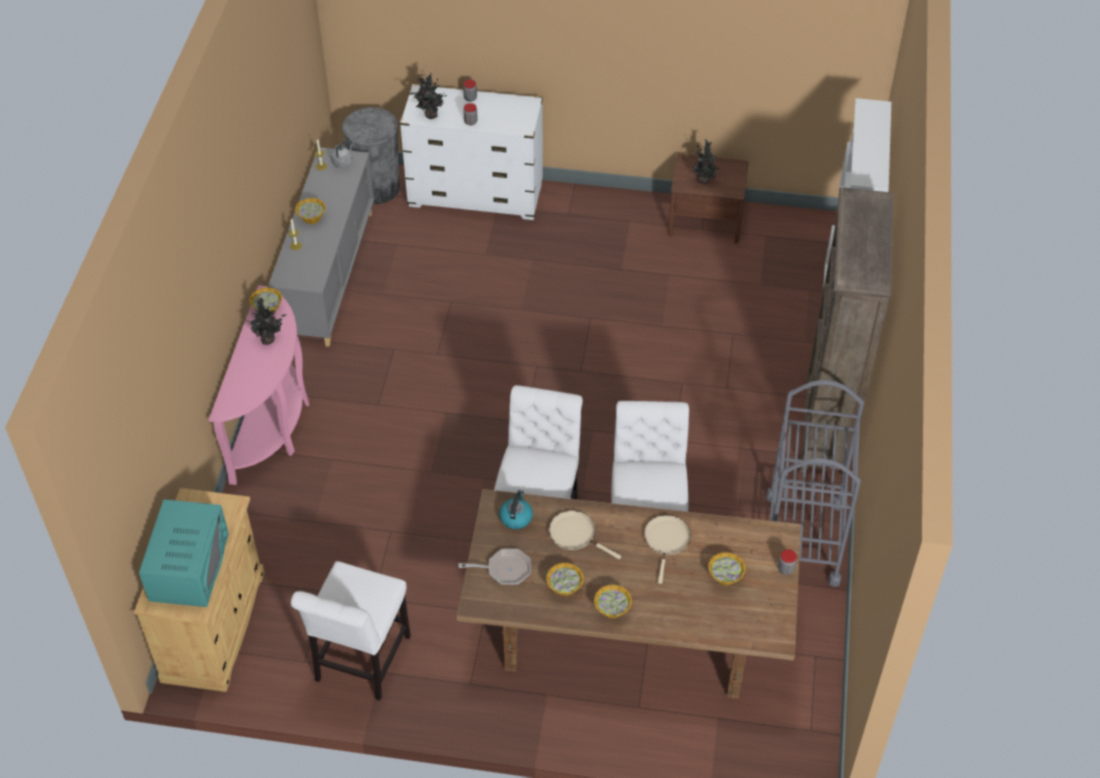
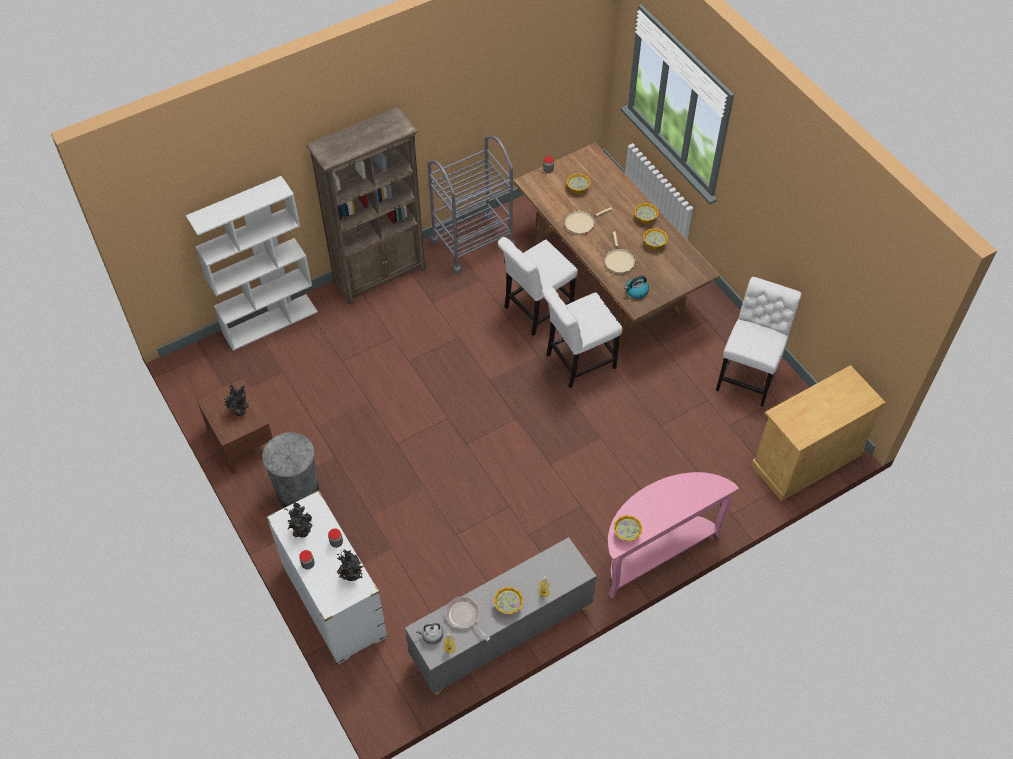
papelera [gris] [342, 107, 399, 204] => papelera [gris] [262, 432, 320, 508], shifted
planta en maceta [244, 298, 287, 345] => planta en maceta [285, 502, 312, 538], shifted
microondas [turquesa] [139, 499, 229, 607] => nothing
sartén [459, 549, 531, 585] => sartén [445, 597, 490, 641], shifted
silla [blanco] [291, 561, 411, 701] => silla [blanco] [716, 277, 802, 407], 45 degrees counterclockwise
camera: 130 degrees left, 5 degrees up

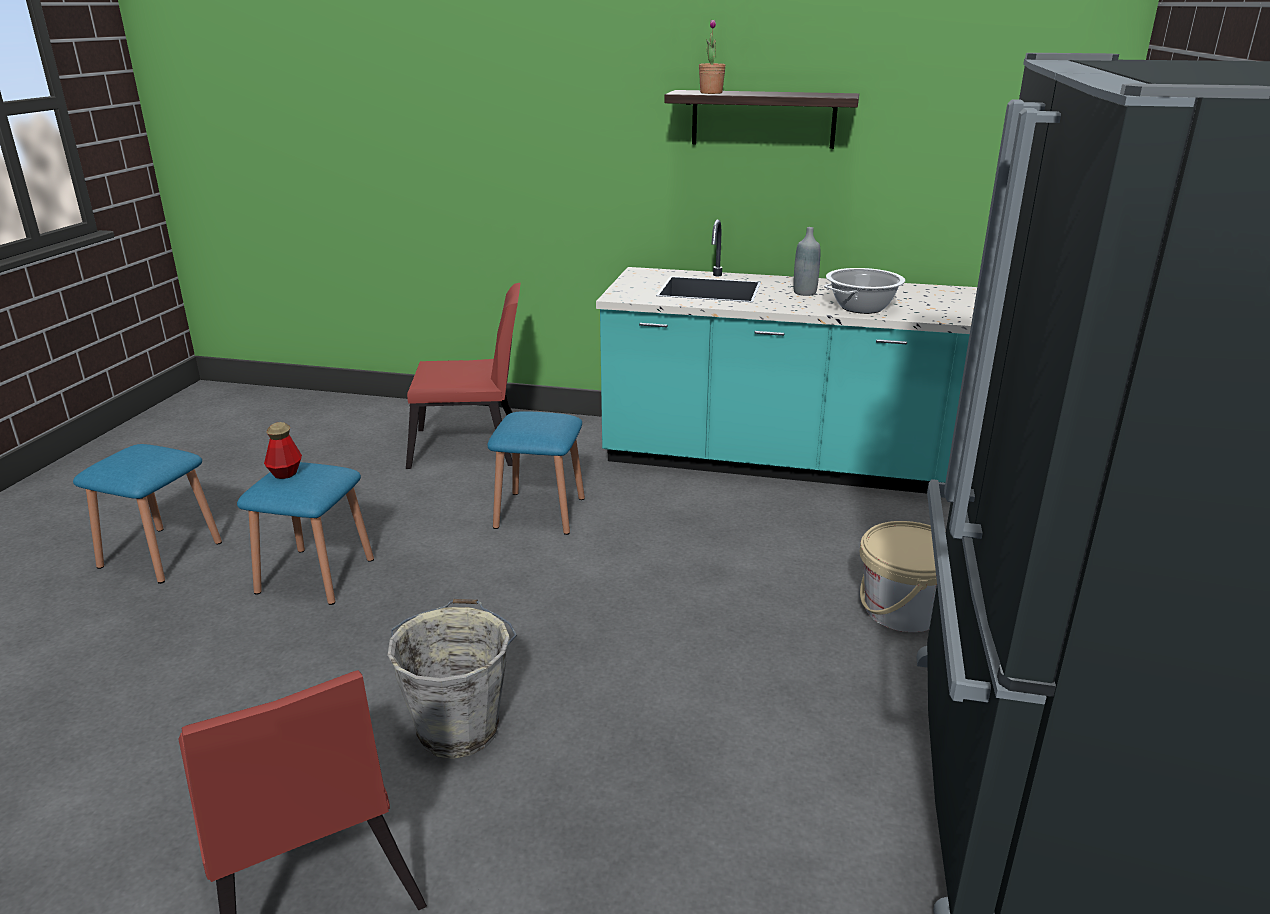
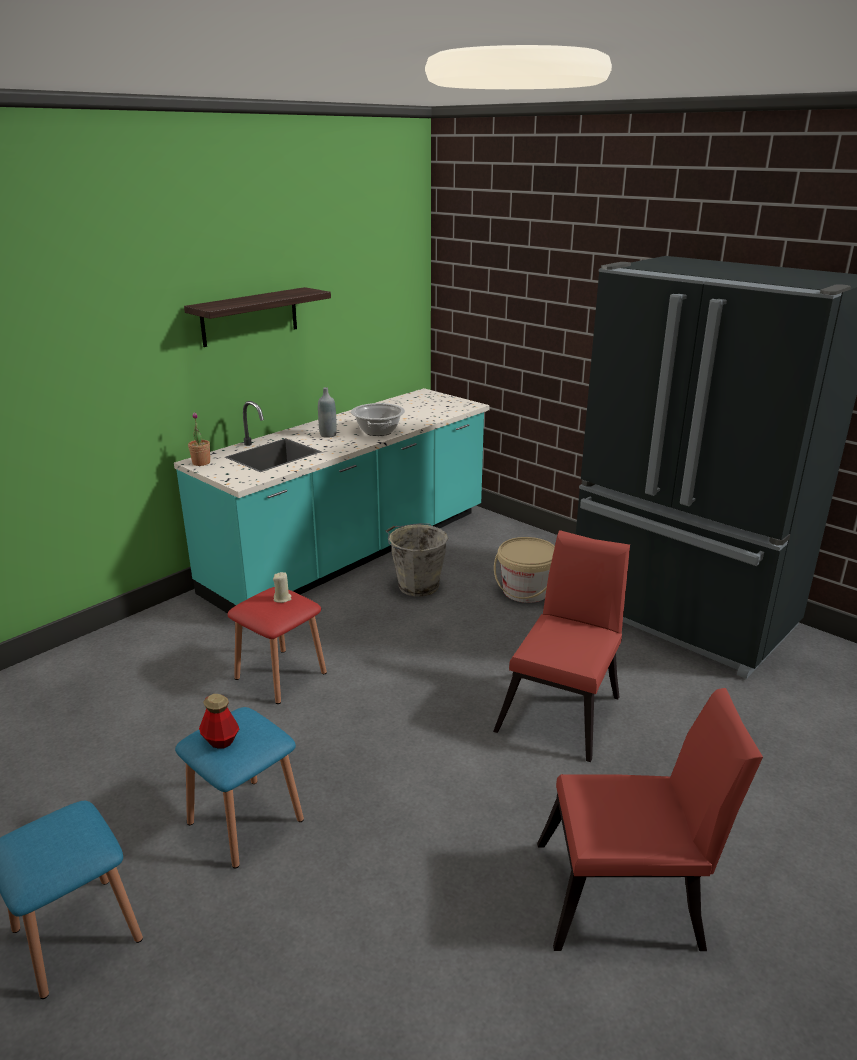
planta en maceta [699, 19, 726, 94] => planta en maceta [188, 412, 210, 466], shifted
silla [rojo] [406, 283, 521, 469] => silla [rojo] [493, 530, 630, 762], shifted
taburete [azul] [487, 411, 585, 535] => taburete [rojo] [227, 587, 327, 704]
cubo [gris] [387, 599, 517, 759] => cubo [gris] [386, 523, 448, 597], shifted
nothing => vela [beis] [273, 572, 291, 603]
camera: 60 degrees left, 0 degrees up

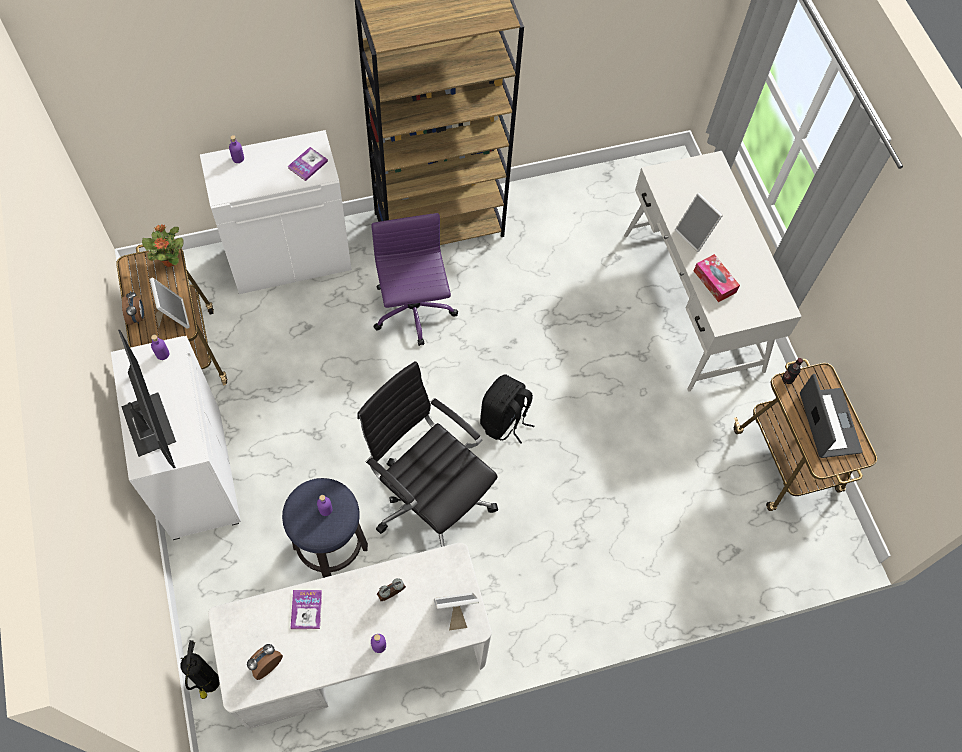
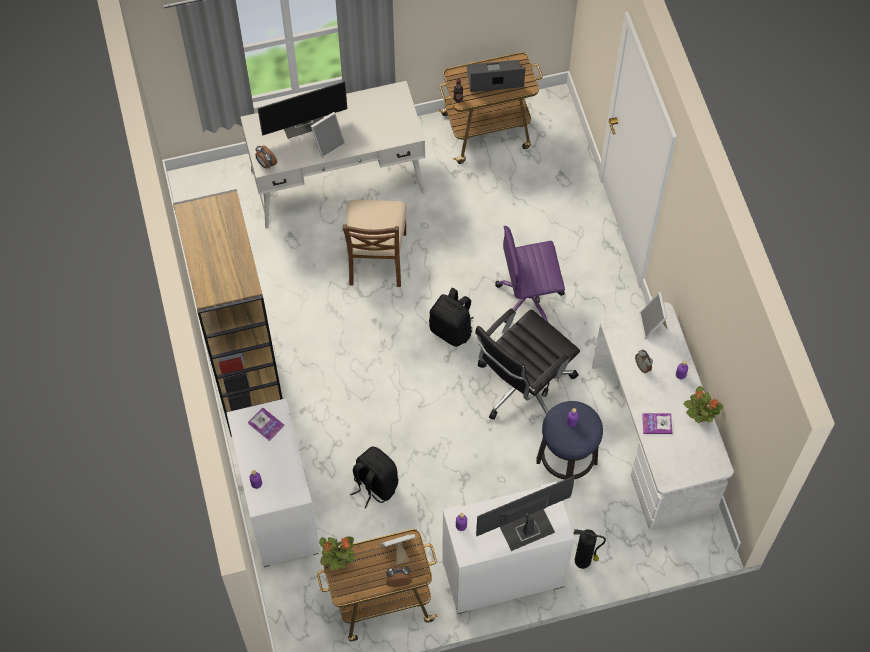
silla de oficina [morado] [371, 213, 458, 346] => silla de oficina [morado] [495, 226, 565, 323], shifted
caja de pañuelos [694, 254, 740, 302] => nothing
extintor [180, 640, 220, 699] => extintor [574, 529, 606, 569], shifted
despertador [247, 644, 283, 680] => despertador [255, 145, 277, 169], shifted
nothing => monitor [258, 81, 347, 139]
nothing => silla [marrón] [343, 200, 407, 287]
nothing => planta en maceta [684, 386, 724, 423]
nothing => mochila [negro] [350, 446, 398, 508]
camera: 85 degrees left, 0 degrees up

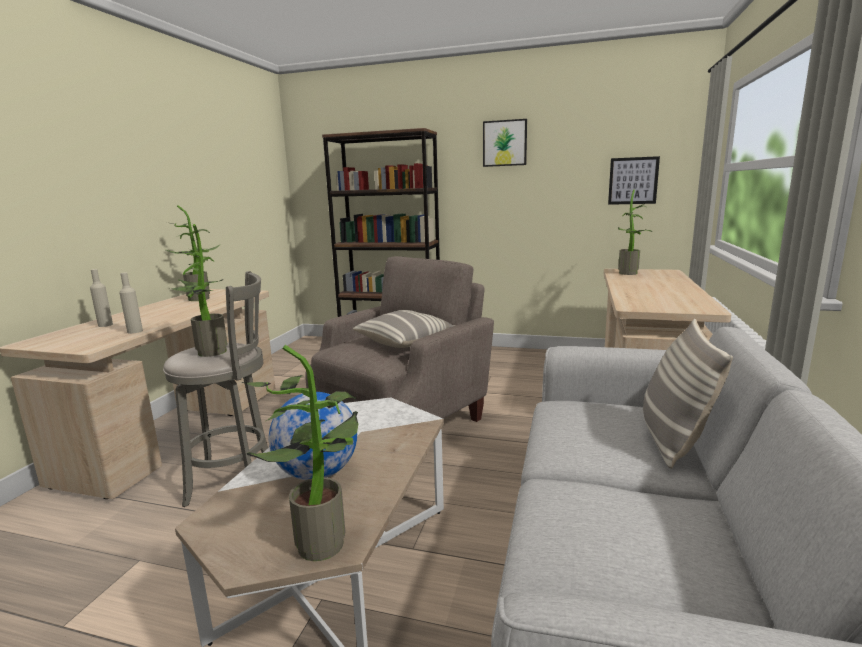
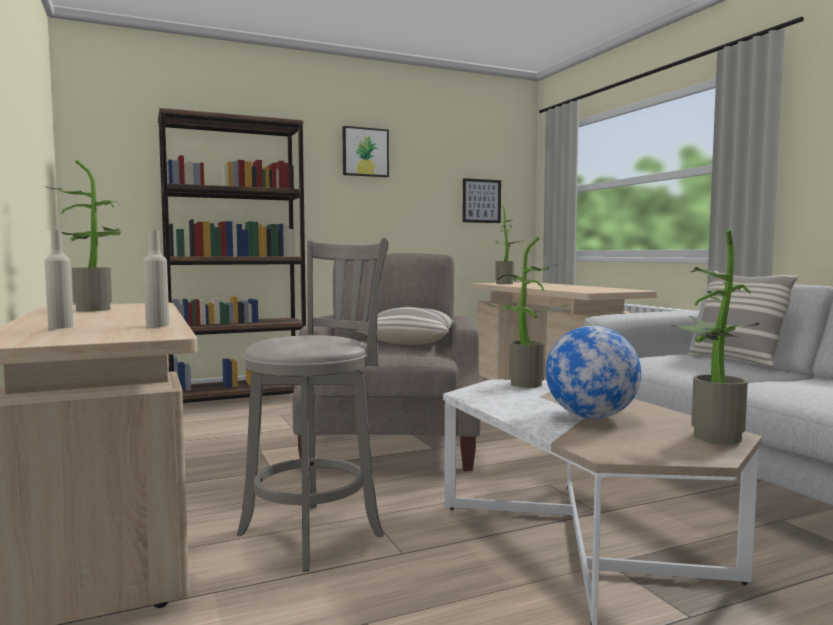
planta en maceta [171, 224, 228, 357] => planta en maceta [485, 237, 565, 388], shifted
camera: 40 degrees left, 10 degrees down

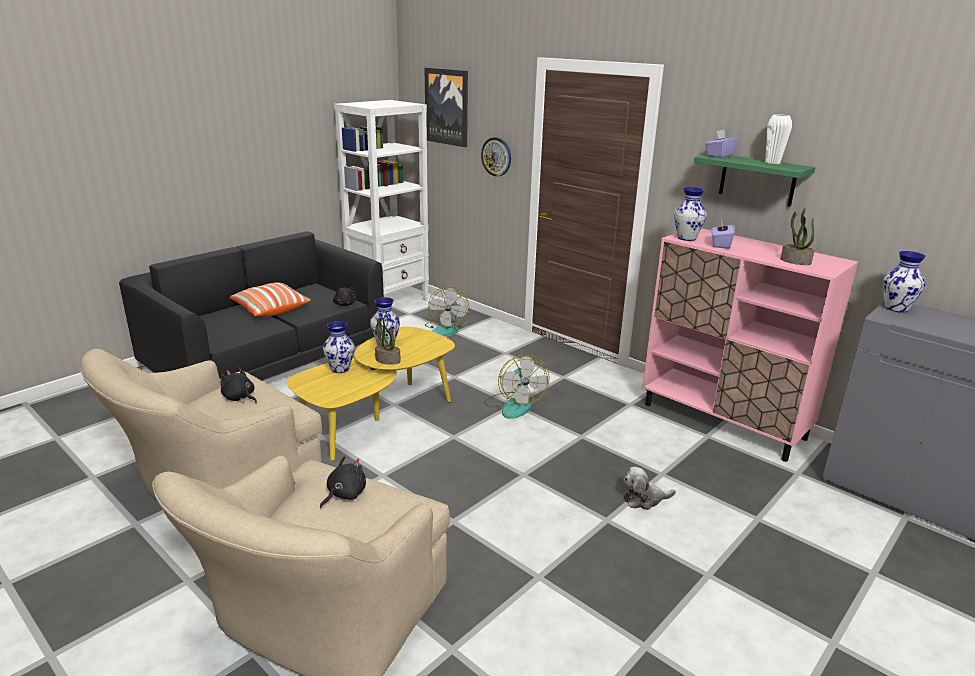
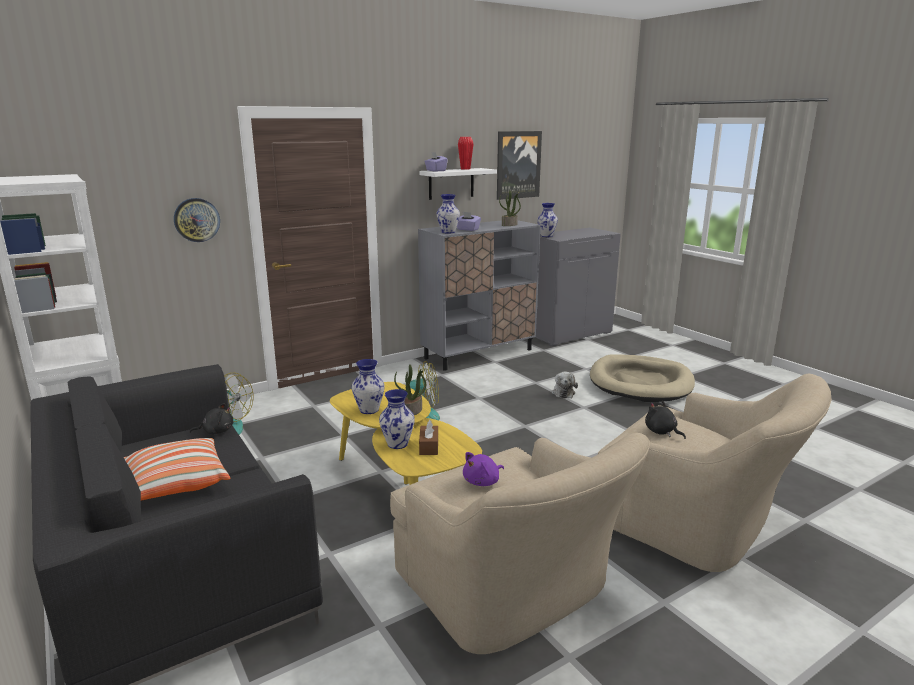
cuadro [425, 68, 468, 147] => cuadro [497, 131, 542, 200], shifted
florero [blanco] [765, 114, 792, 164] => florero [rojo] [458, 137, 473, 170]
estante [verde] [694, 154, 815, 207] => estante [blanco] [419, 168, 497, 200]
armario [rosa] [642, 228, 858, 462] => armario [gris] [418, 220, 541, 371]
peluche [negro] [221, 367, 257, 403] => peluche [morado] [463, 452, 504, 486]
nothing => cama para perro [beis] [590, 354, 695, 402]
nothing => caja de pañuelos [marrón] [419, 420, 438, 455]
camera: 75 degrees left, 5 degrees down

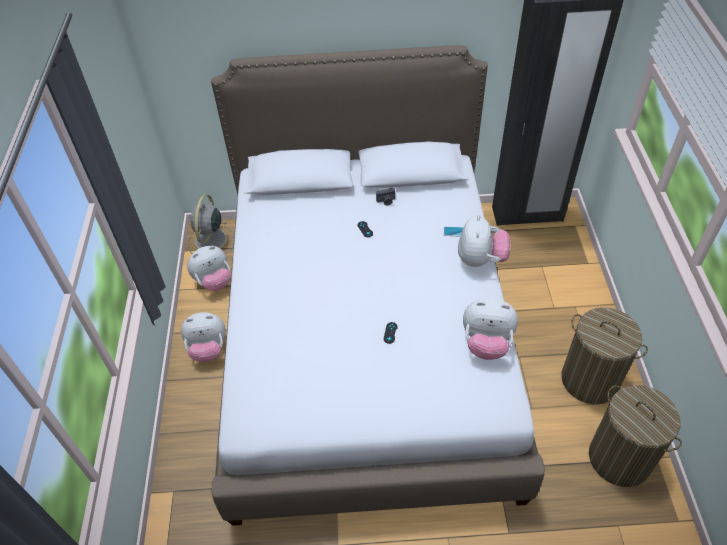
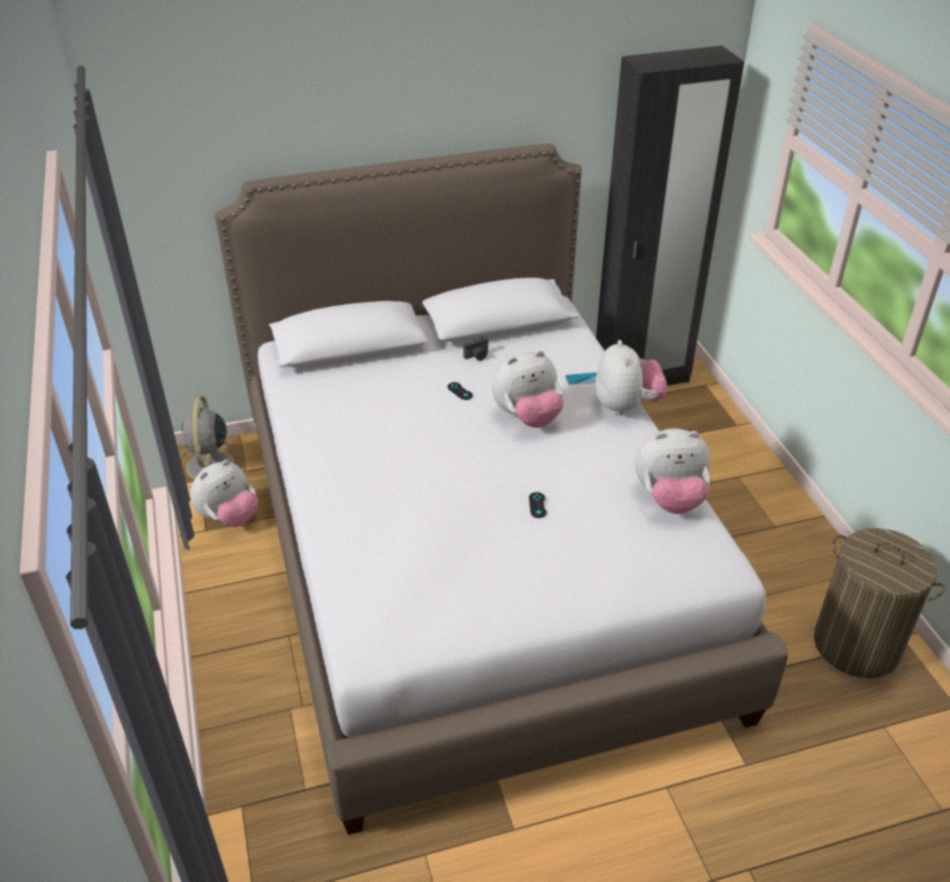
cesto de la ropa [561, 307, 648, 404] => nothing
peluche [181, 312, 226, 362] => peluche [492, 350, 564, 428], shifted
camera: 15 degrees left, 10 degrees down

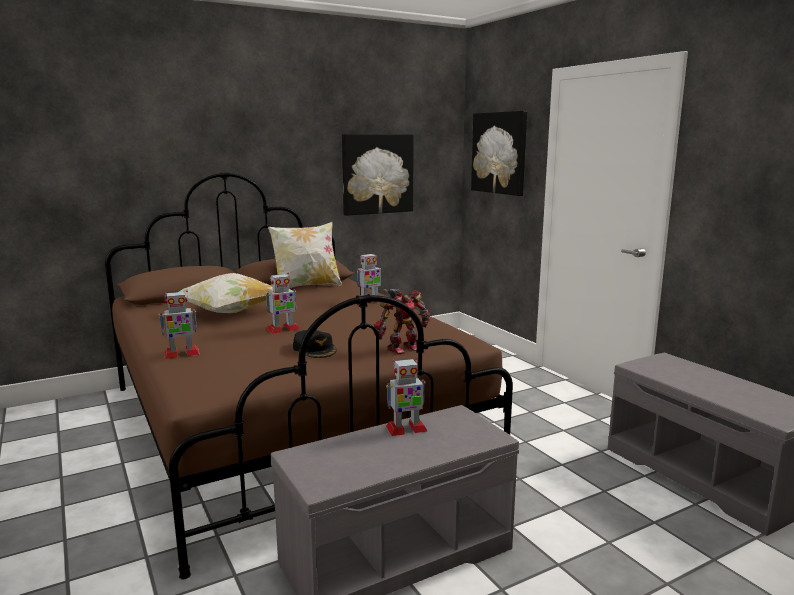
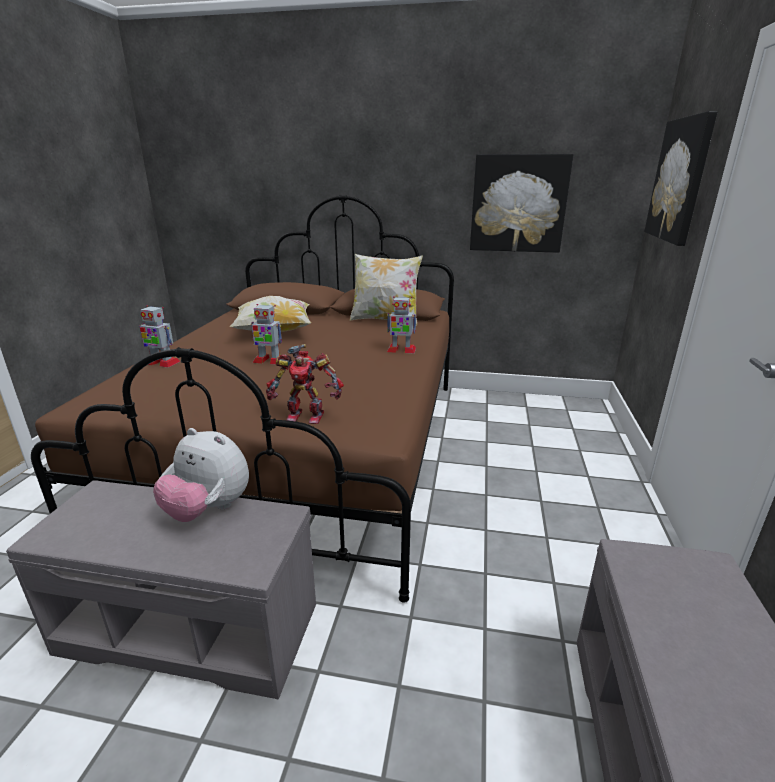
gorra [negro] [293, 330, 337, 358] => nothing
robot de juguete [386, 358, 427, 436] => peluche [153, 428, 249, 522]
camera: 40 degrees right, 10 degrees up

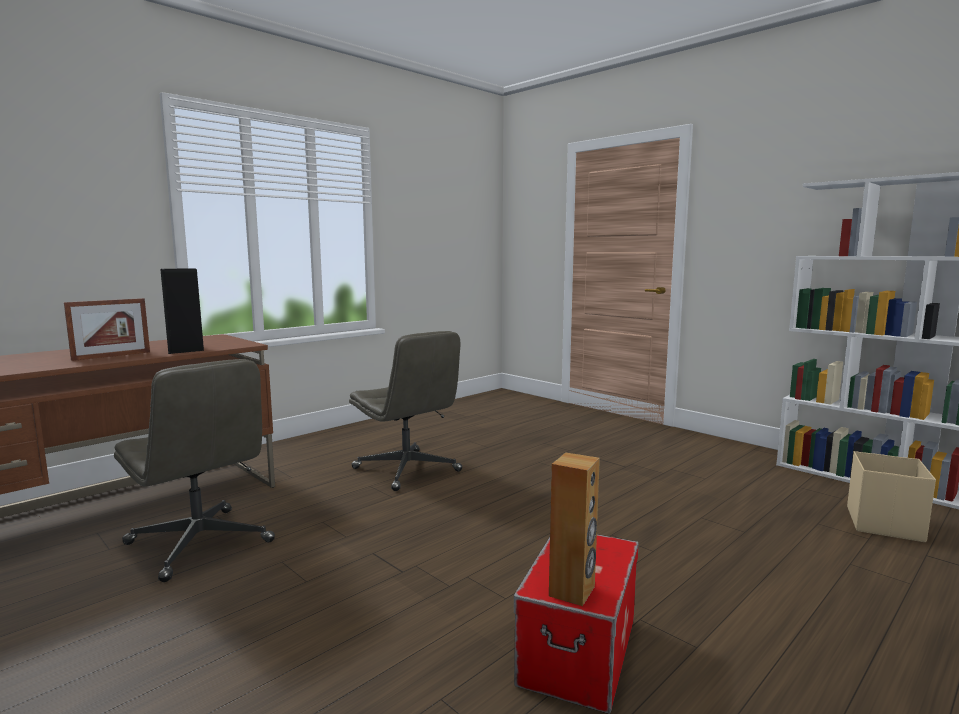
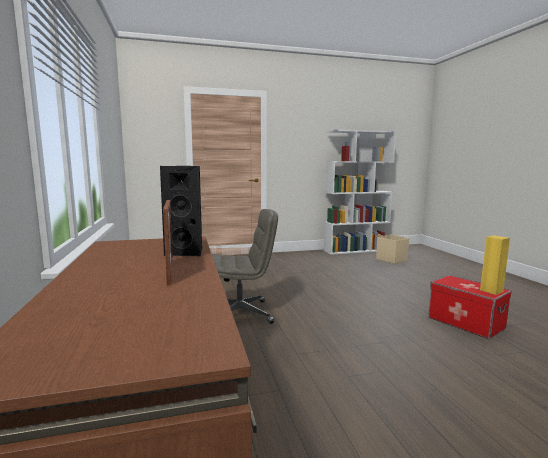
silla de oficina [gris] [114, 359, 275, 582] => nothing
altavoz [marrón] [549, 452, 600, 606] => altavoz [amarillo] [480, 235, 510, 295]
camera: 60 degrees left, 0 degrees up

